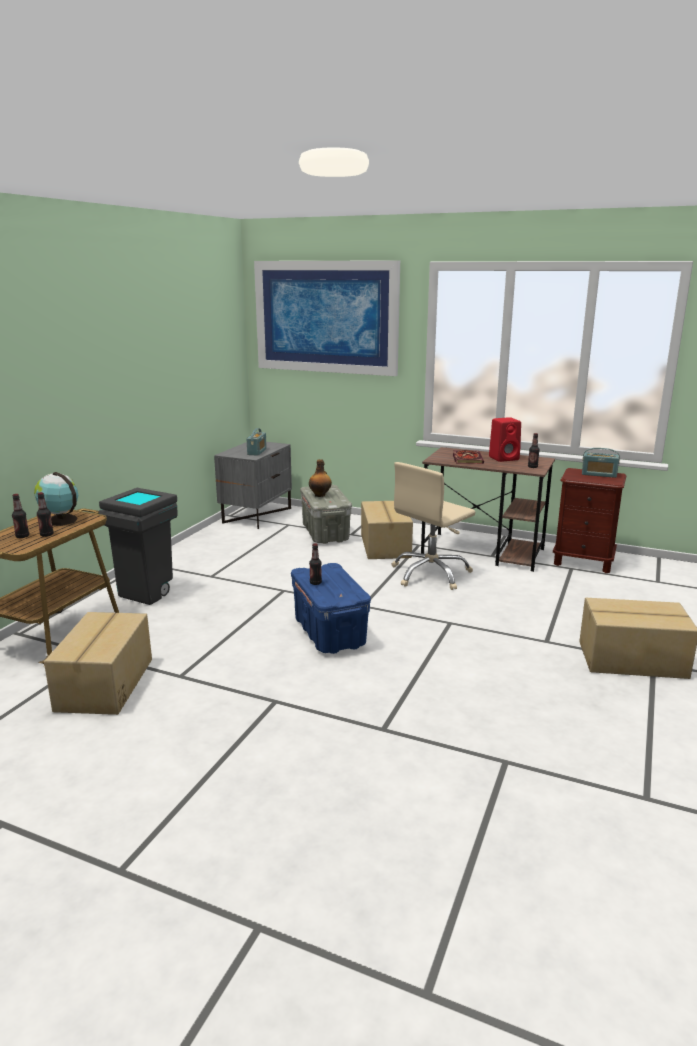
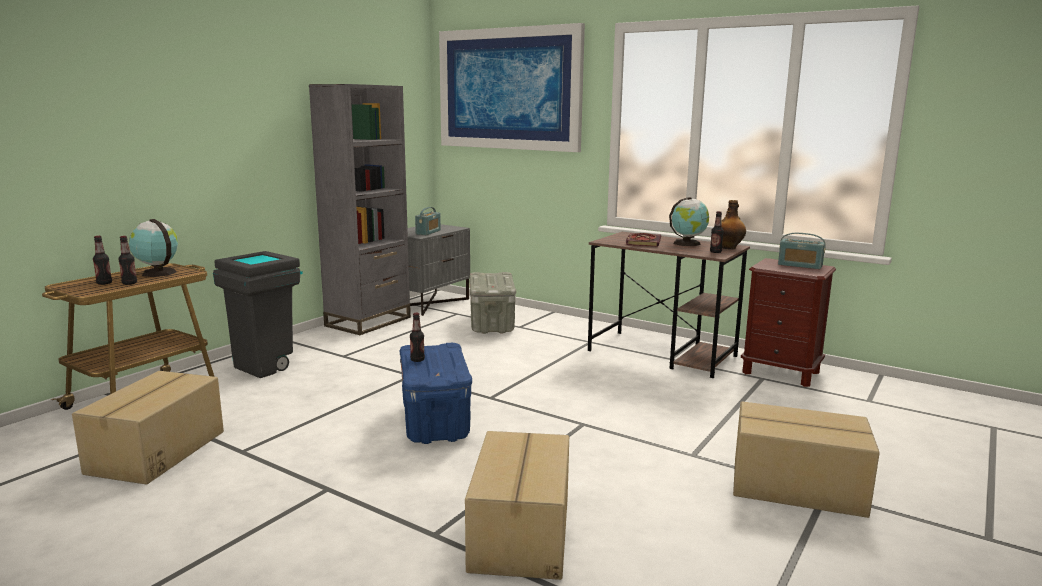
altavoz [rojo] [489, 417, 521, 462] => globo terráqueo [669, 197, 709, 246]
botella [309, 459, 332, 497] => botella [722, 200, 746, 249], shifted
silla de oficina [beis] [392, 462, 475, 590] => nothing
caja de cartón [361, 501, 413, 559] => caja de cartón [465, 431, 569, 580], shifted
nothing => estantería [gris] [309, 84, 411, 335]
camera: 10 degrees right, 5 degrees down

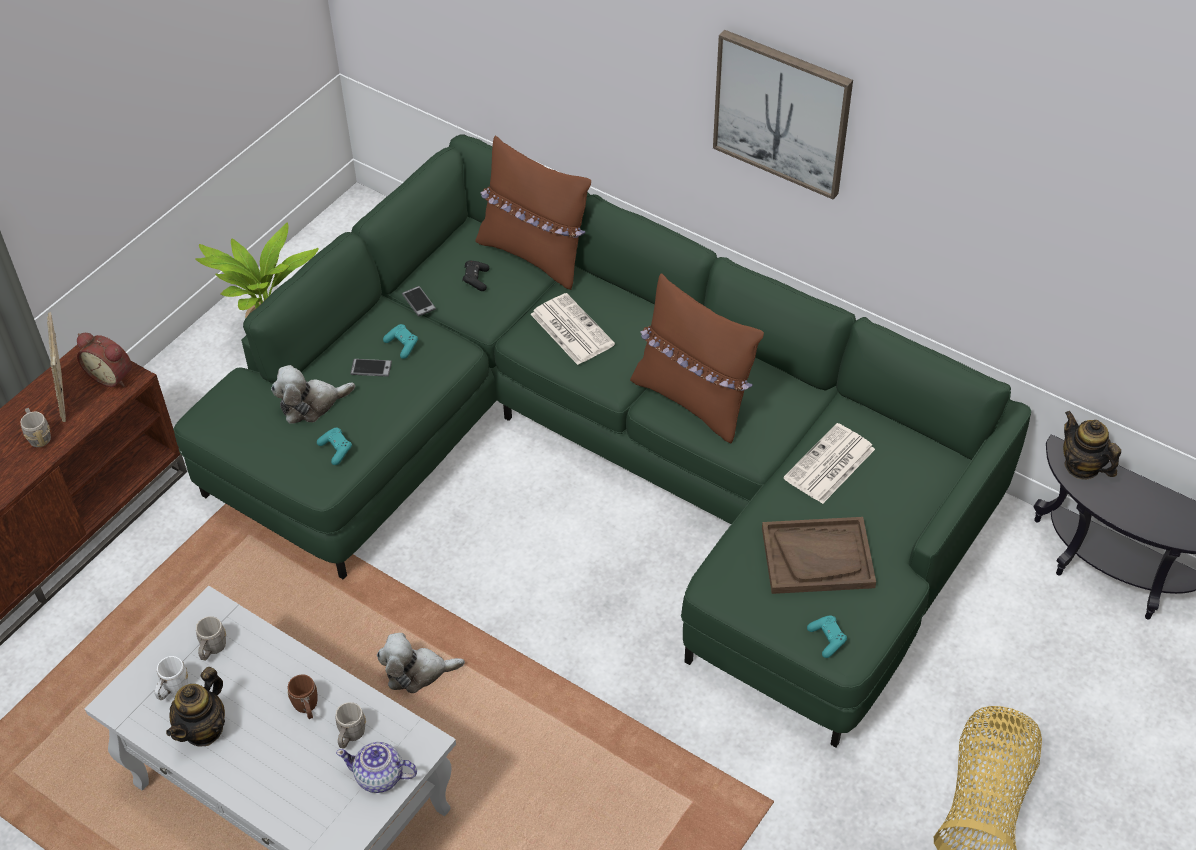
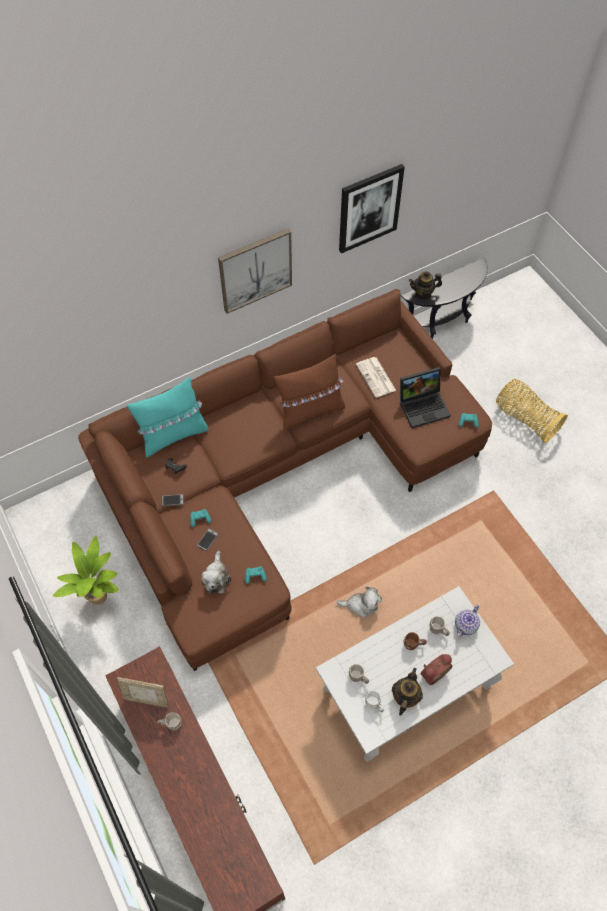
sofá [verde] [173, 134, 1031, 747] => sofá [marrón] [78, 289, 492, 671]
cojín [marrón] [475, 136, 591, 290] => cojín [turquesa] [127, 377, 208, 458]
periódico [530, 293, 615, 365] => nothing
despertador [77, 333, 132, 387] => despertador [420, 654, 453, 685], shifted
bandeja [marrón] [762, 517, 876, 594] => portátil [400, 367, 451, 428]
peluche [377, 633, 465, 693] => peluche [337, 586, 382, 618], 105 degrees counterclockwise
tetera [166, 667, 225, 747] => tetera [392, 668, 423, 716], 120 degrees counterclockwise
nothing => cuadro [339, 164, 405, 253]
camera: 65 degrees left, 10 degrees up

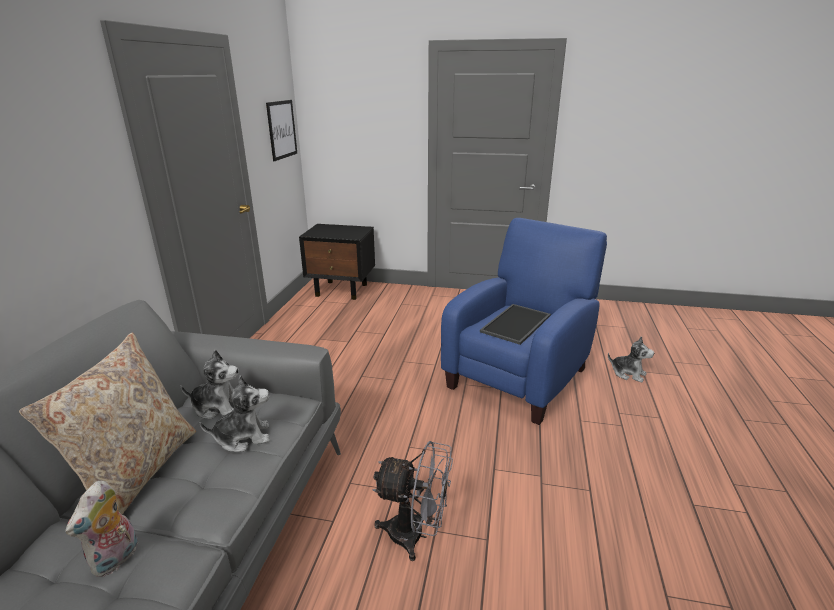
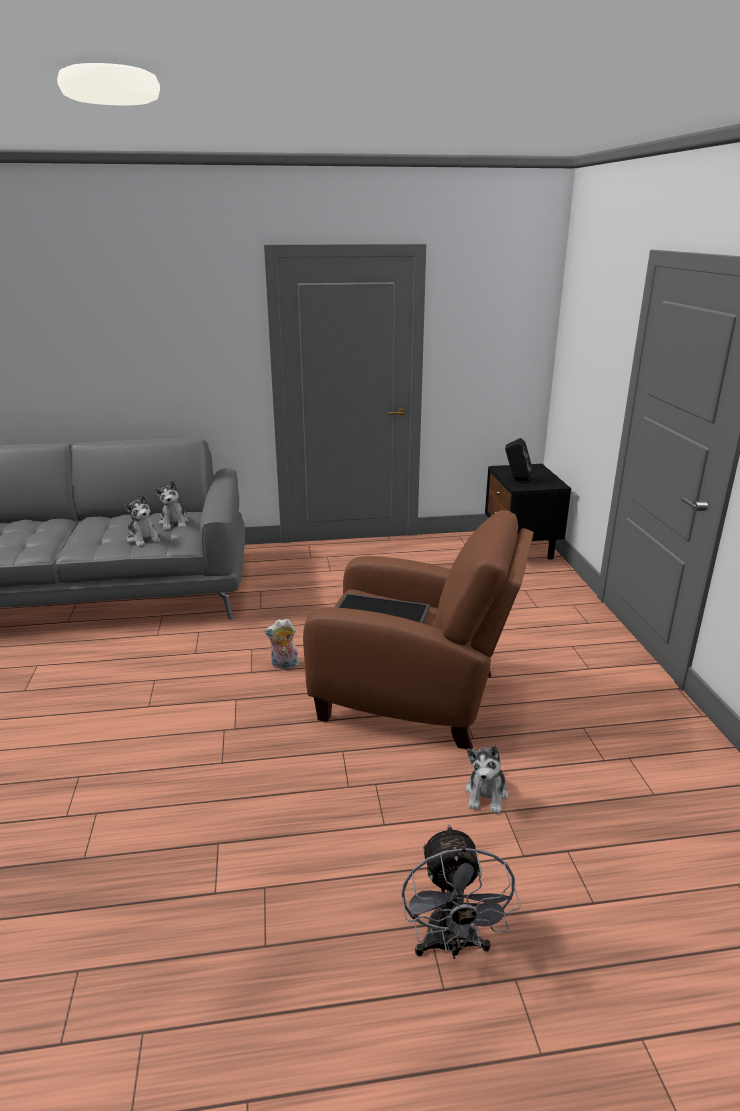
cuadro [266, 100, 297, 161] => nothing
sillón [azul] [441, 218, 607, 425] => sillón [marrón] [303, 510, 534, 749]
cojín [beis] [19, 332, 196, 515] => nothing
ventilador [gris] [372, 441, 453, 561] => ventilador [gris] [402, 825, 521, 959], shifted
peluche [65, 481, 138, 577] => peluche [264, 619, 299, 669], shifted
nothing => altavoz [negro] [505, 438, 533, 481]
camera: 70 degrees right, 0 degrees up

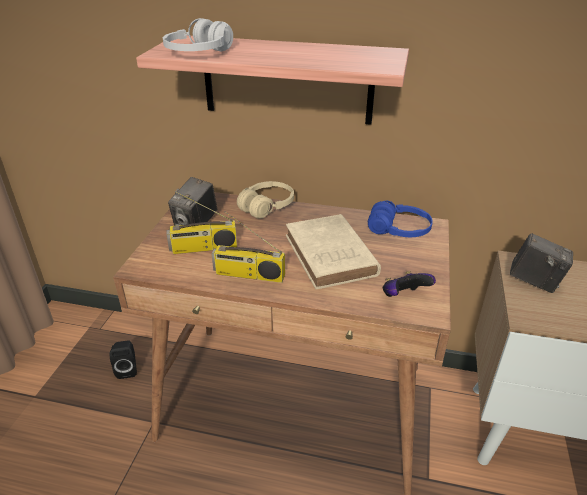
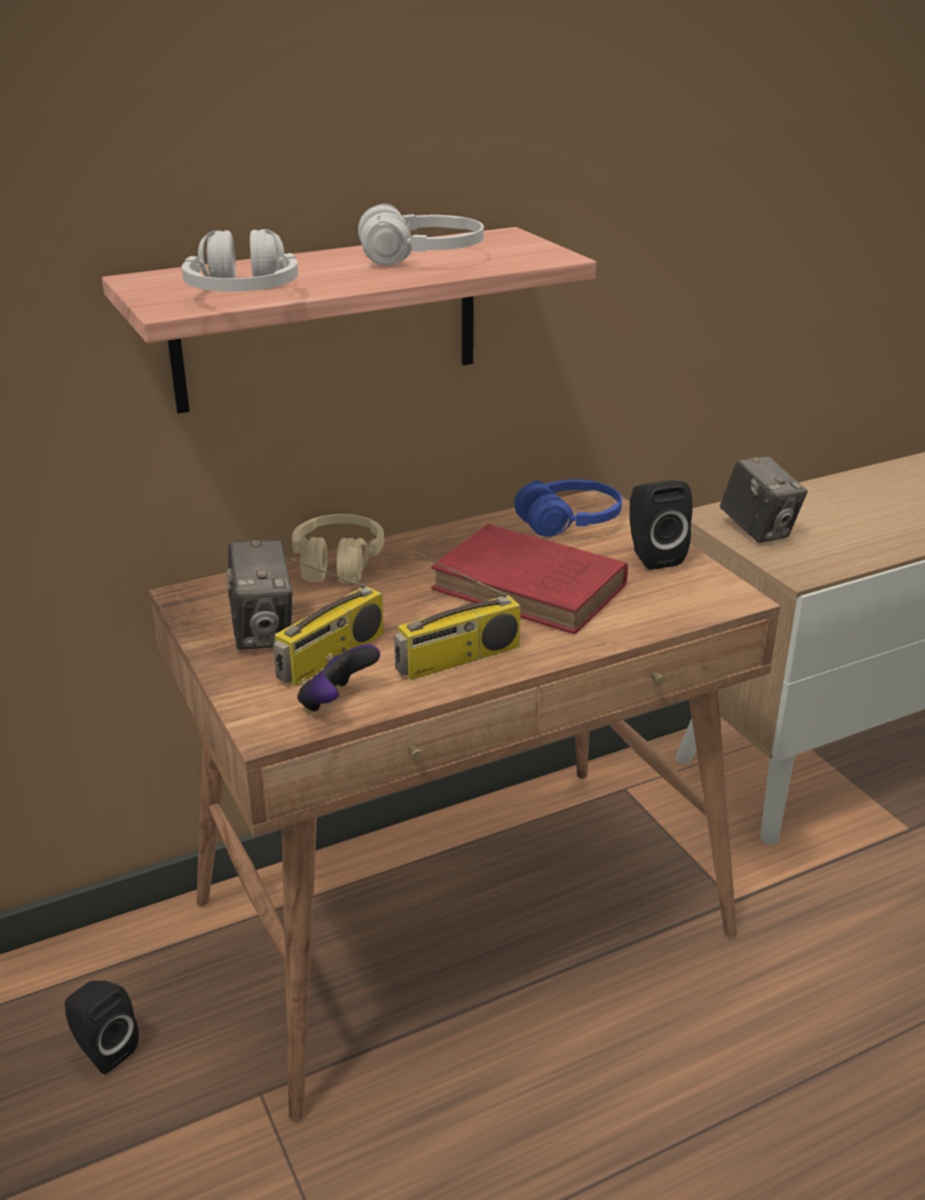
libro [beis] [286, 214, 381, 289] => libro [rojo] [431, 524, 628, 634]
cámara [510, 233, 573, 293] => cámara [720, 456, 808, 543], 75 degrees clockwise
mando de consola [383, 271, 436, 297] => mando de consola [297, 644, 380, 713], shifted
nothing => auriculares [blanco] [358, 203, 484, 266]
nothing => altavoz [negro] [629, 480, 692, 570]
camera: 40 degrees left, 5 degrees down

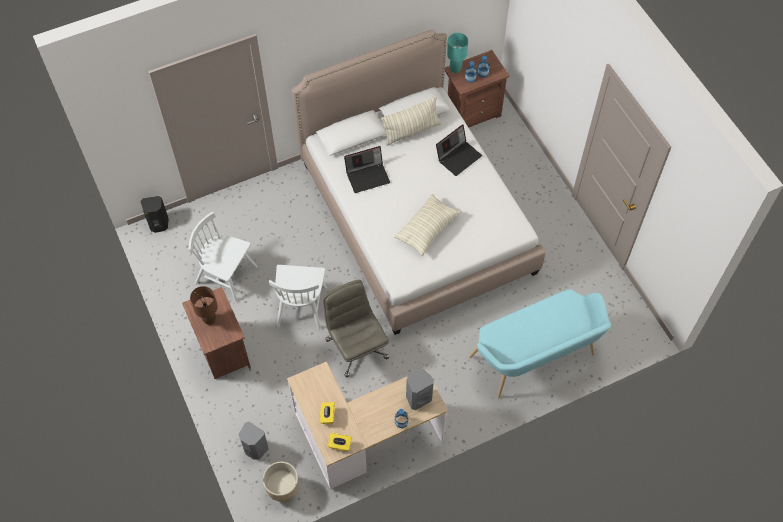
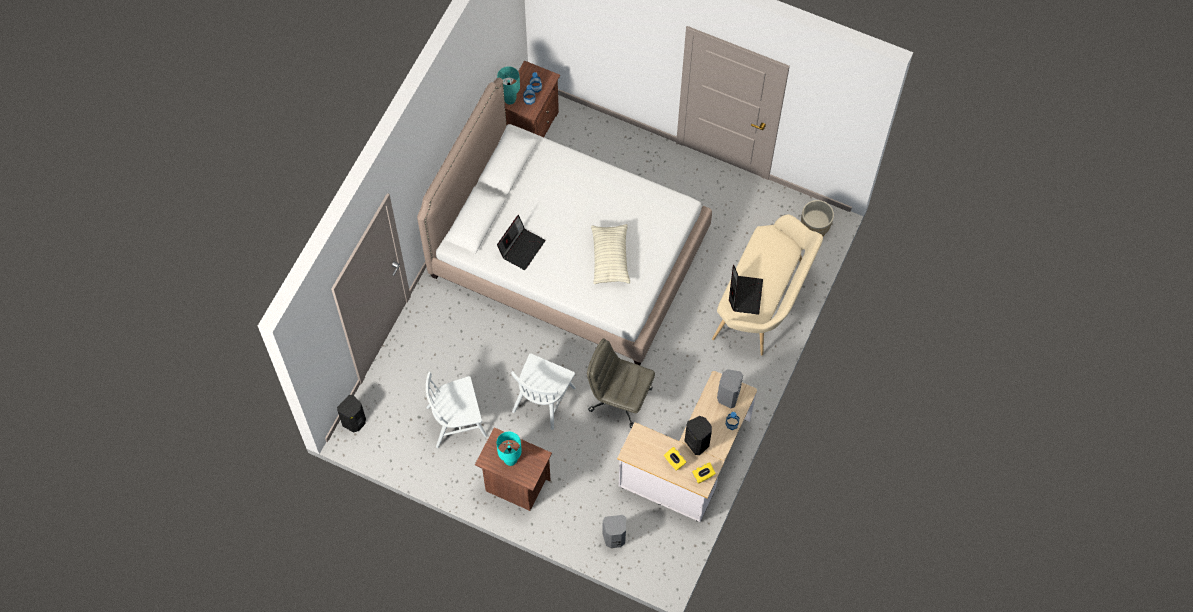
cojín [381, 96, 441, 146] => nothing
portátil [436, 124, 482, 176] => portátil [729, 265, 763, 315], shifted
silla [blanco] [269, 265, 327, 330] => silla [blanco] [511, 353, 576, 430], 60 degrees clockwise
lámpara de mesa [marrón] [190, 286, 218, 325] => lámpara de mesa [turquesa] [497, 432, 522, 466]
banco [turquesa] [469, 289, 611, 399] => banco [beis] [712, 214, 823, 356]
maceta [beis] [263, 462, 299, 502] => maceta [beis] [801, 200, 834, 236], shifted
nothing => altavoz [negro] [684, 416, 712, 455]
camera: 40 degrees left, 5 degrees up

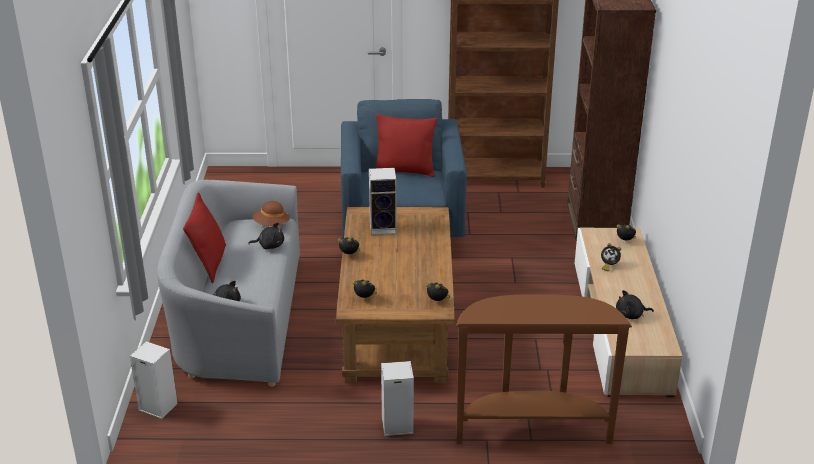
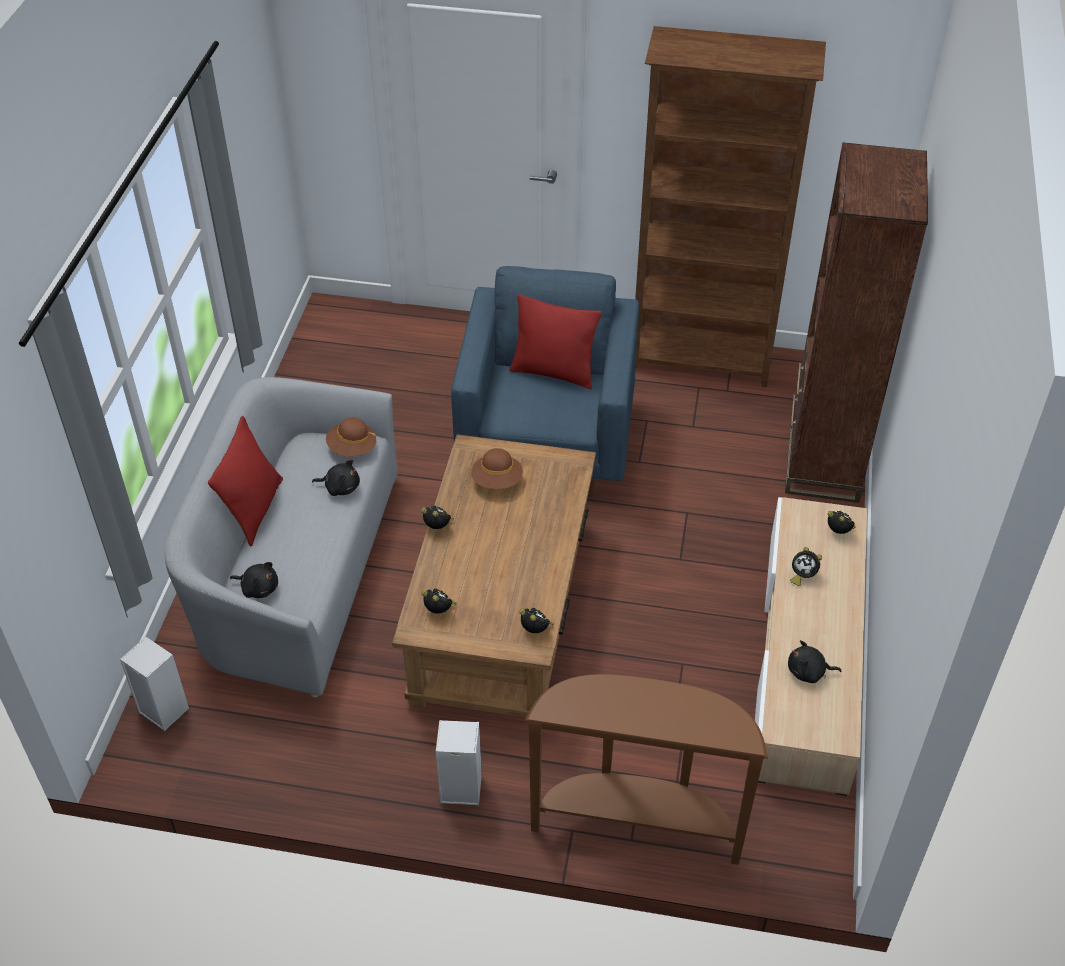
altavoz [369, 168, 397, 235] => sombrero [marrón] [471, 448, 523, 489]
camera: 10 degrees right, 15 degrees up

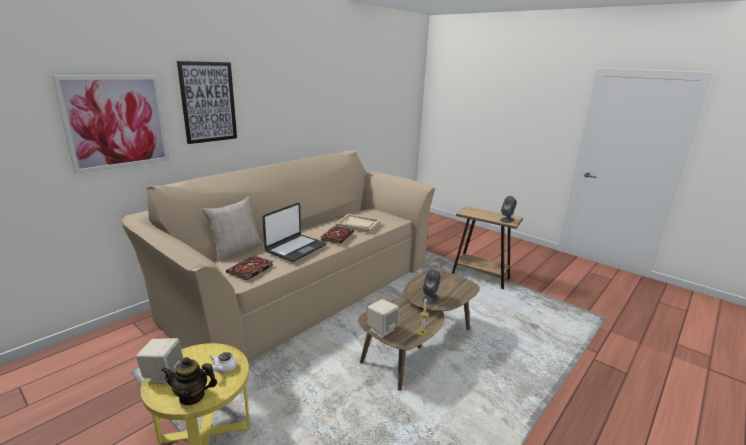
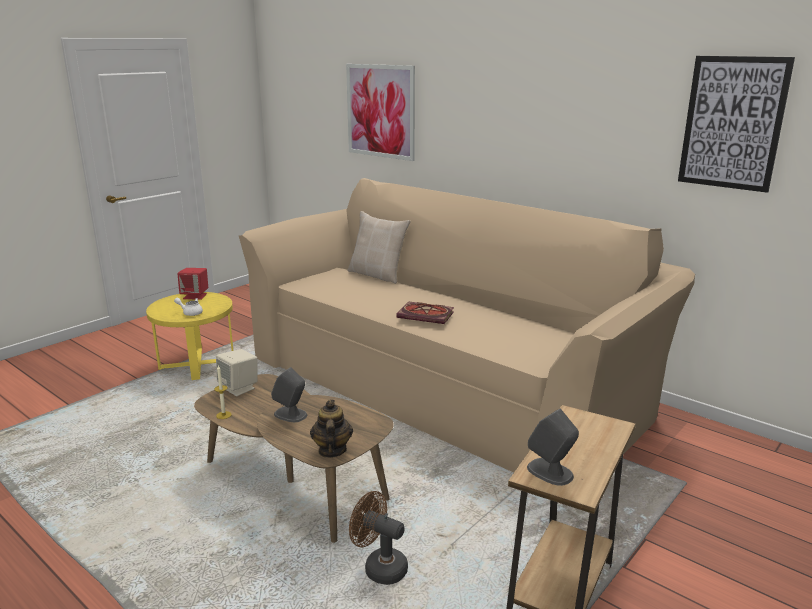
cuadro [177, 61, 237, 144] => cuadro [678, 56, 795, 193], shifted
portátil [263, 203, 327, 262] => nothing
bandeja [beis] [336, 214, 380, 233] => nothing
libro [226, 256, 273, 280] => nothing
altavoz [beis] [136, 338, 183, 384] => altavoz [rojo] [177, 268, 208, 300]
tetera [161, 357, 218, 405] => tetera [310, 400, 353, 458], shifted
nothing => ventilador [marrón] [349, 491, 408, 585]
camera: 90 degrees right, 0 degrees up

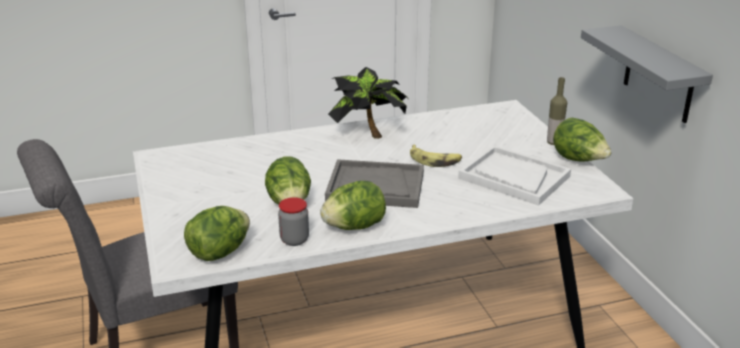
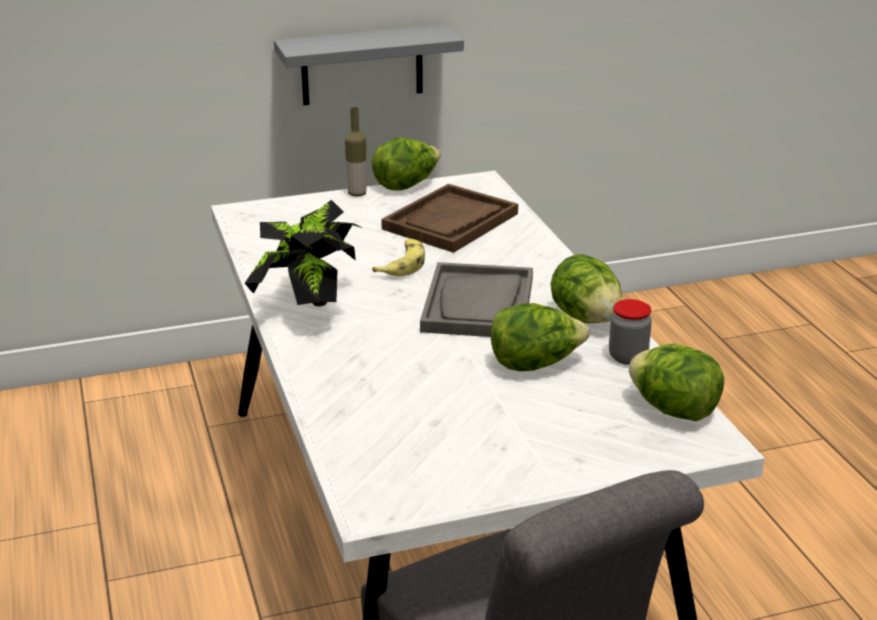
bandeja [blanco] [458, 145, 571, 206] => bandeja [marrón] [381, 184, 518, 253]
camera: 90 degrees left, 0 degrees up

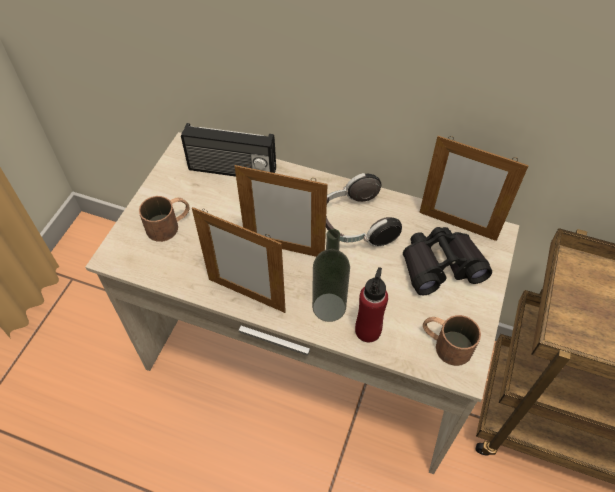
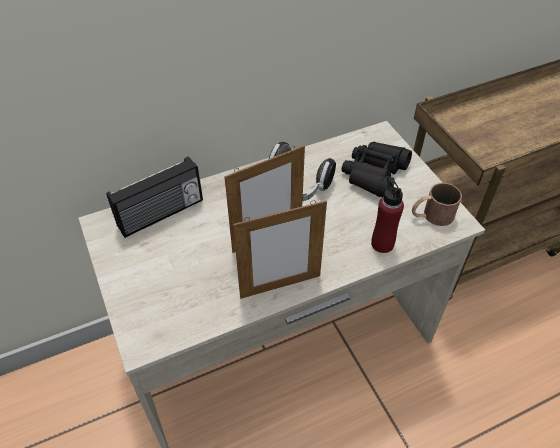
portarretratos [419, 136, 529, 241] => nothing
taza grande [marrón] [139, 196, 190, 242] => nothing
botella [312, 229, 350, 322] => nothing
camera: 45 degrees left, 5 degrees down

